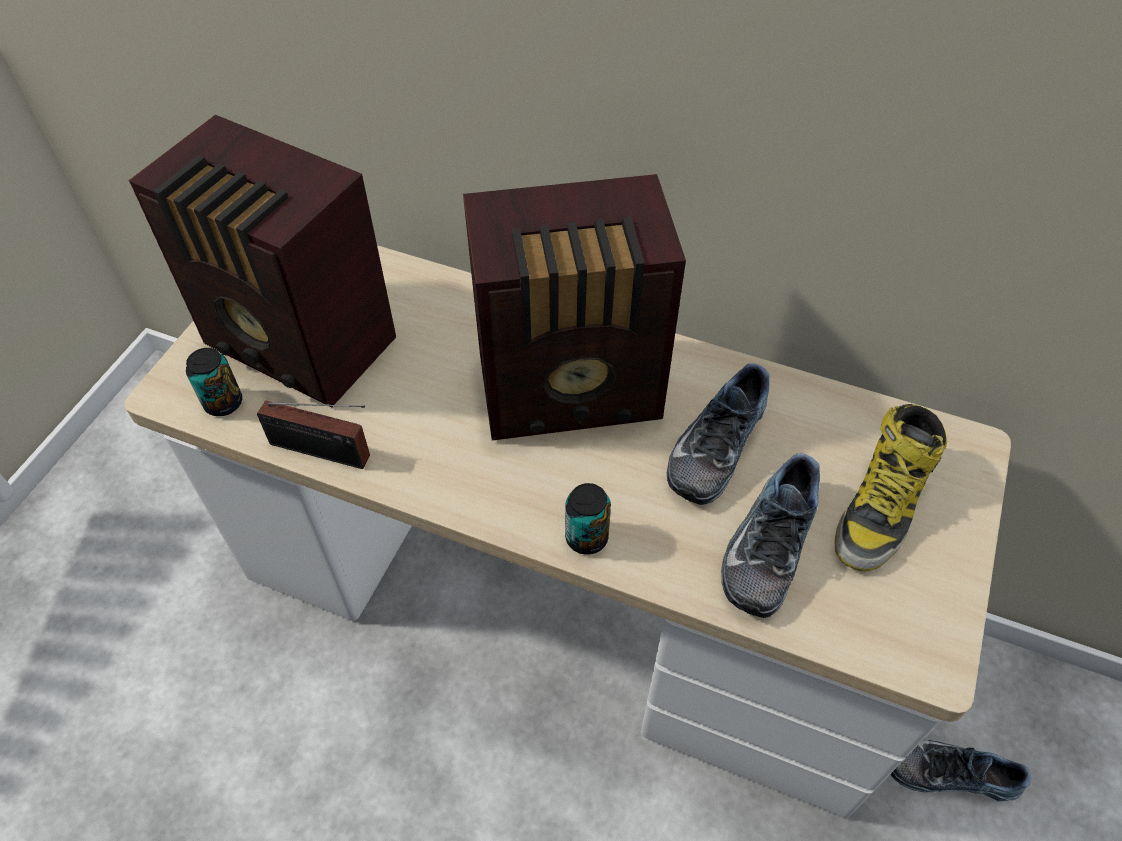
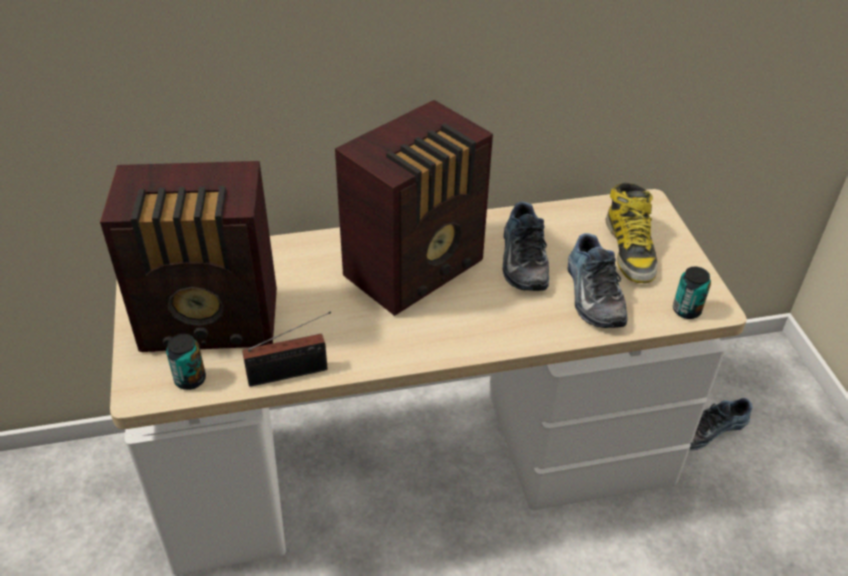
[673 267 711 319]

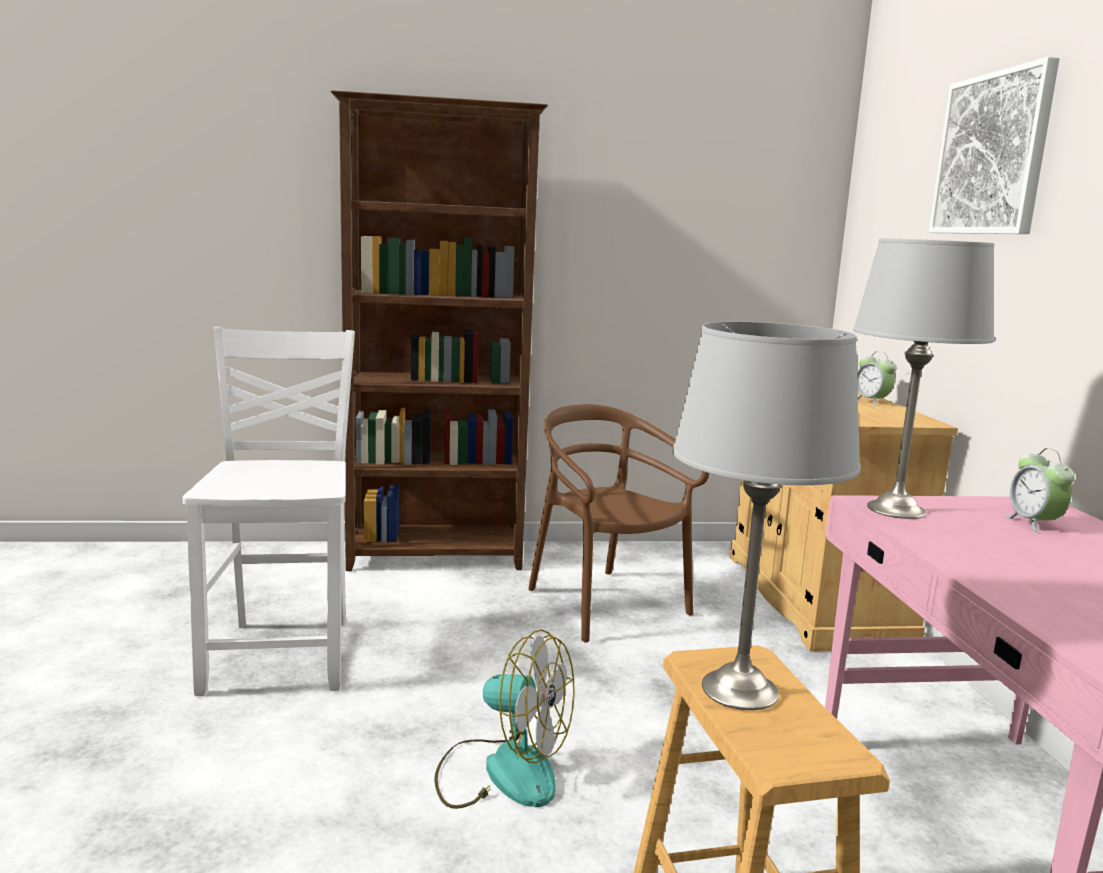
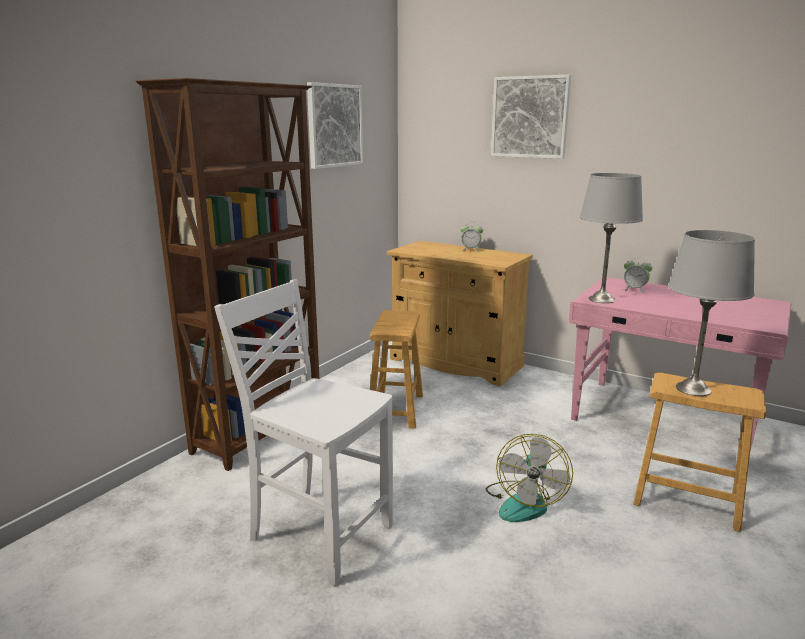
[307 82 363 169]
[370 310 423 429]
[486 434 573 522]

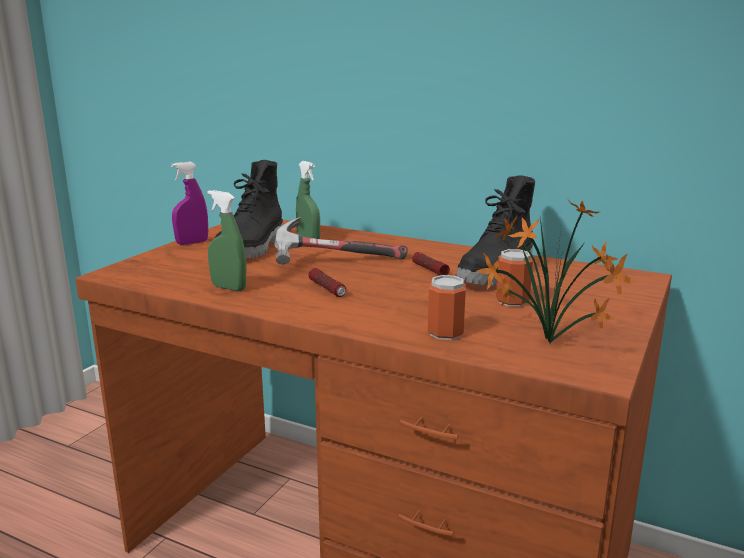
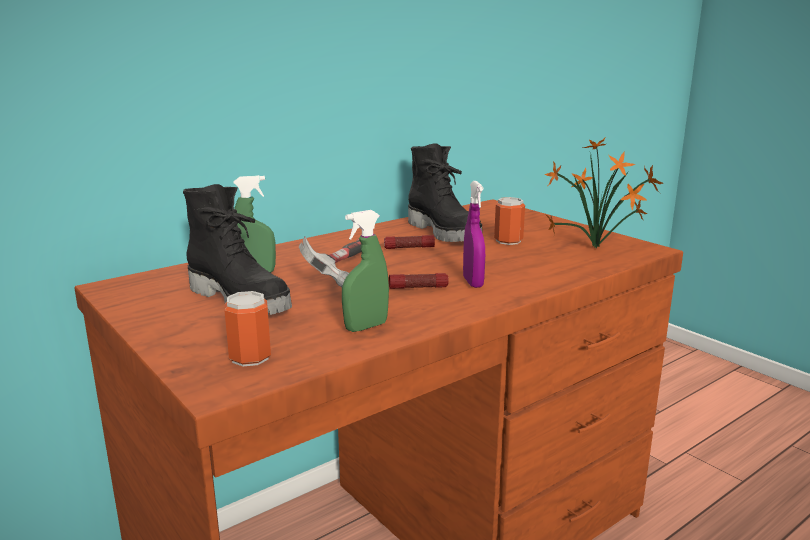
[463 181 485 288]
[224 291 271 366]

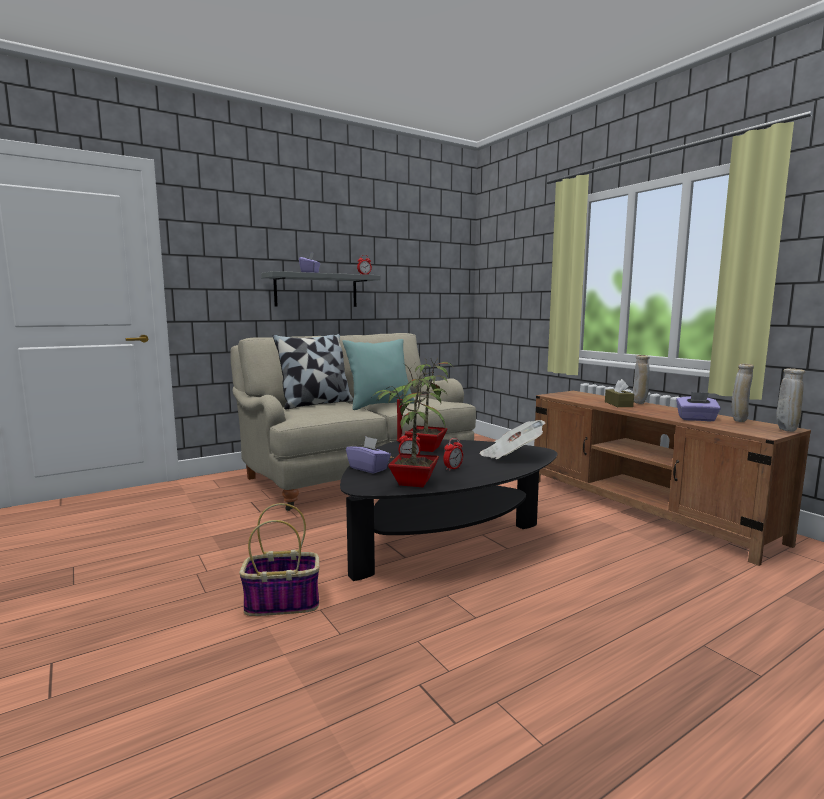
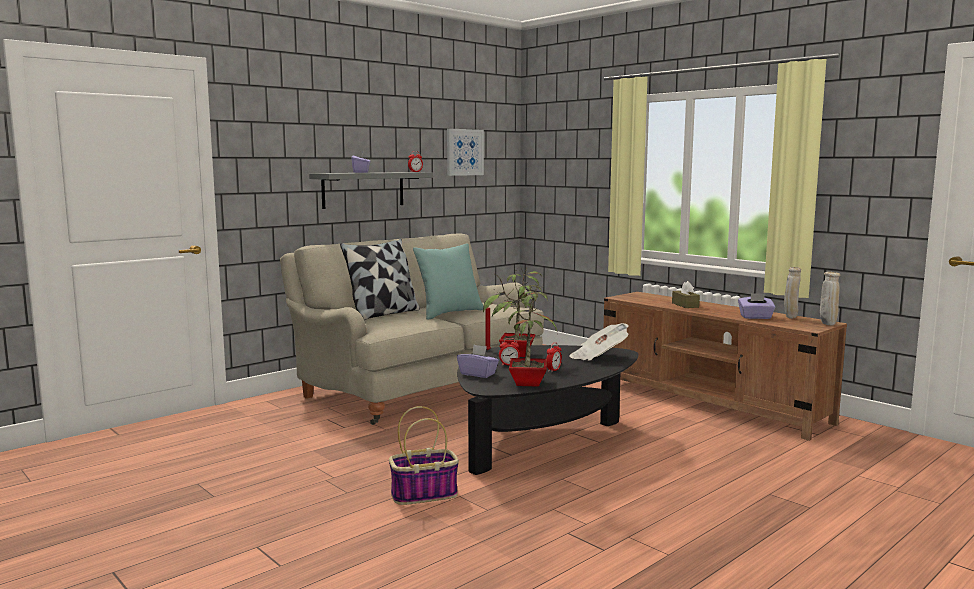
[633 355 650 404] (first image)
[447 129 484 176]

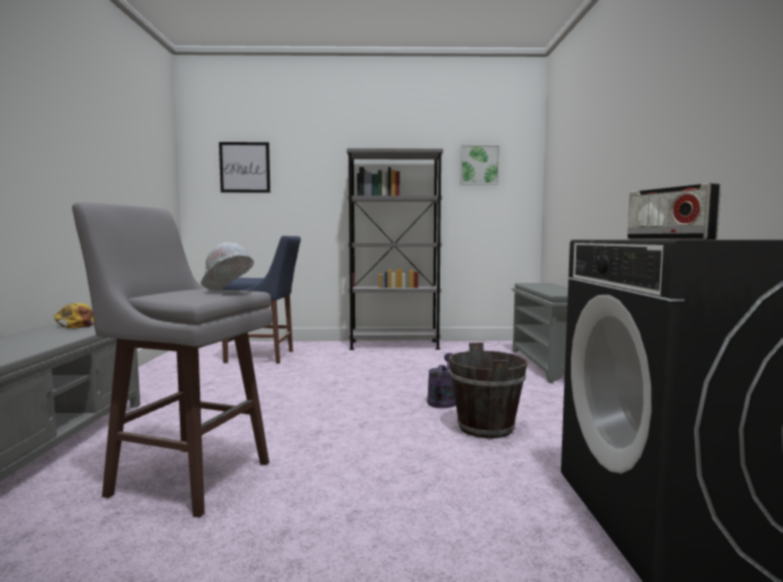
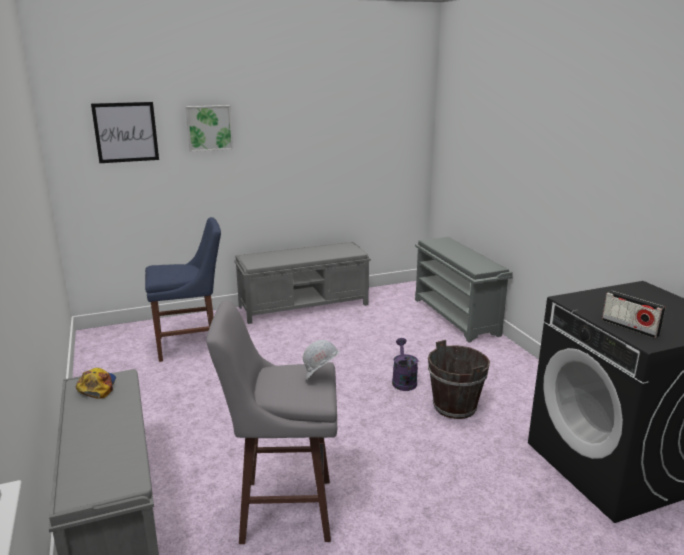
[185 105 233 152]
[234 242 371 324]

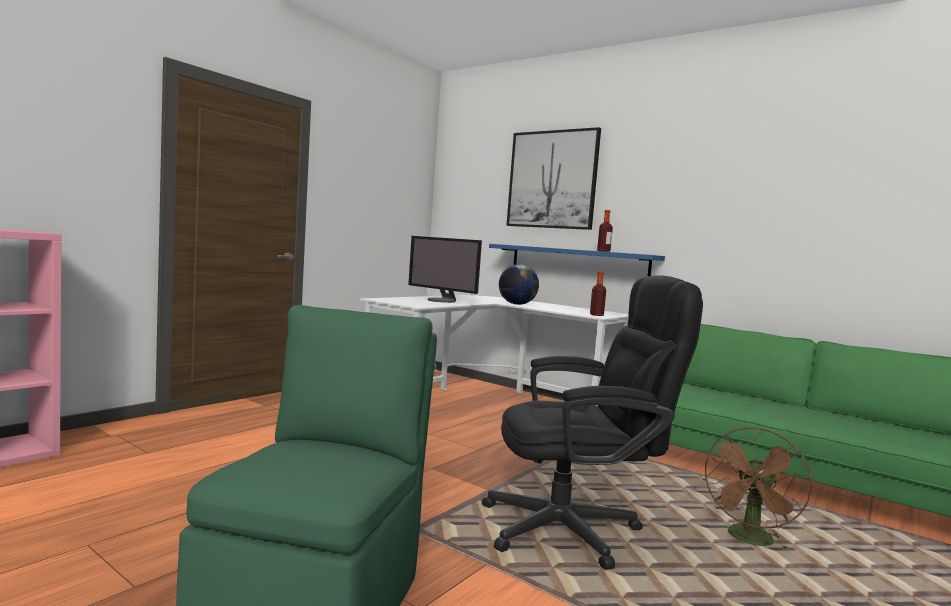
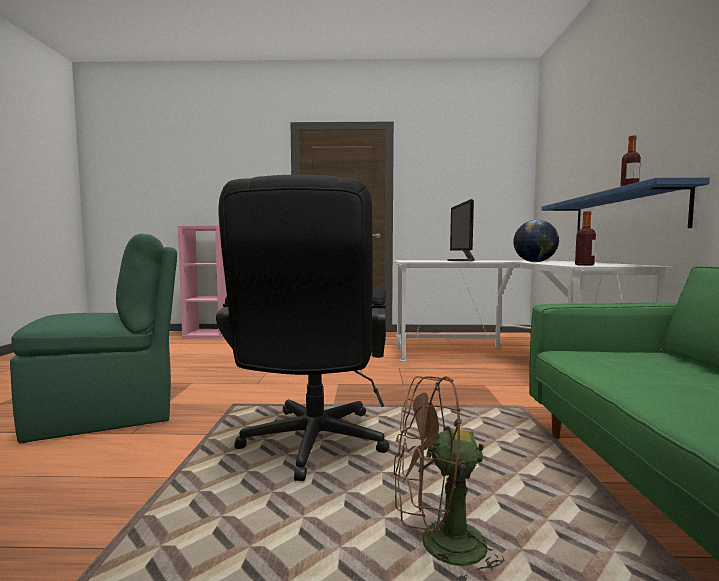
[506 127 601 230] (first image)
[216 175 390 481]

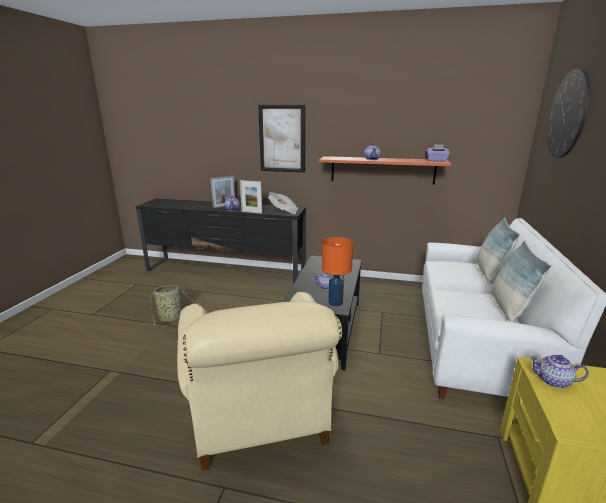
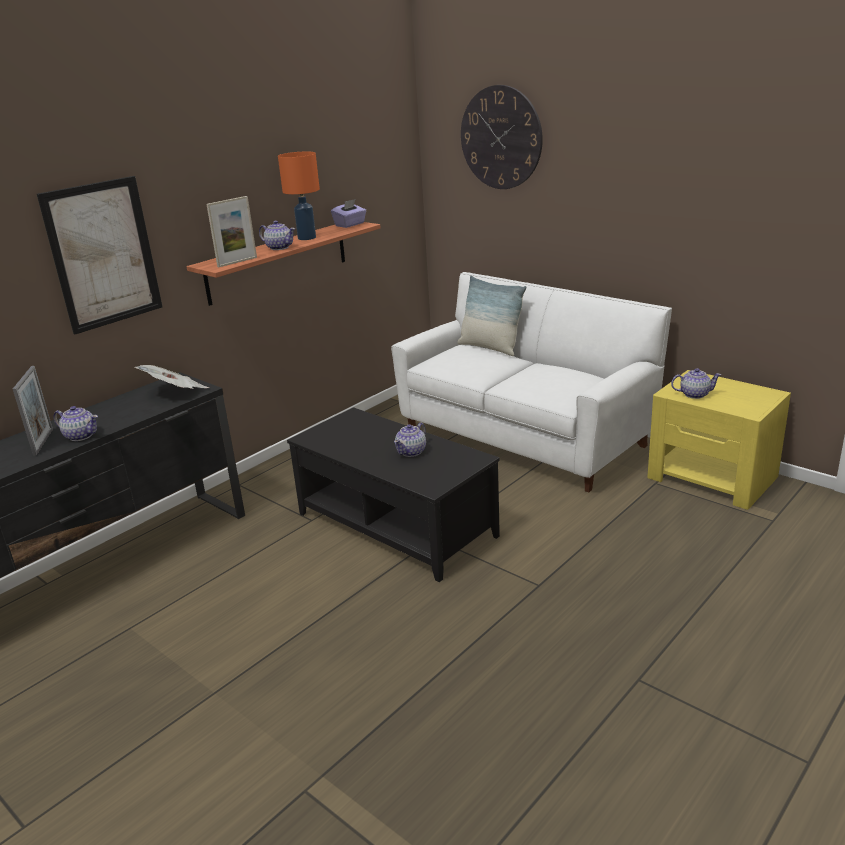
[147 285 201 325] (first image)
[177 292 342 471] (first image)
[490 241 551 322] (first image)
[206 196 257 267]
[278 151 320 240]
[671 368 721 399]

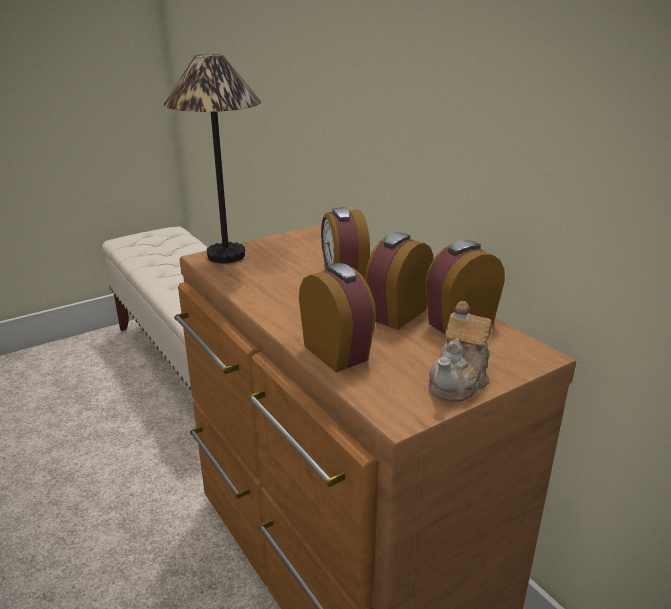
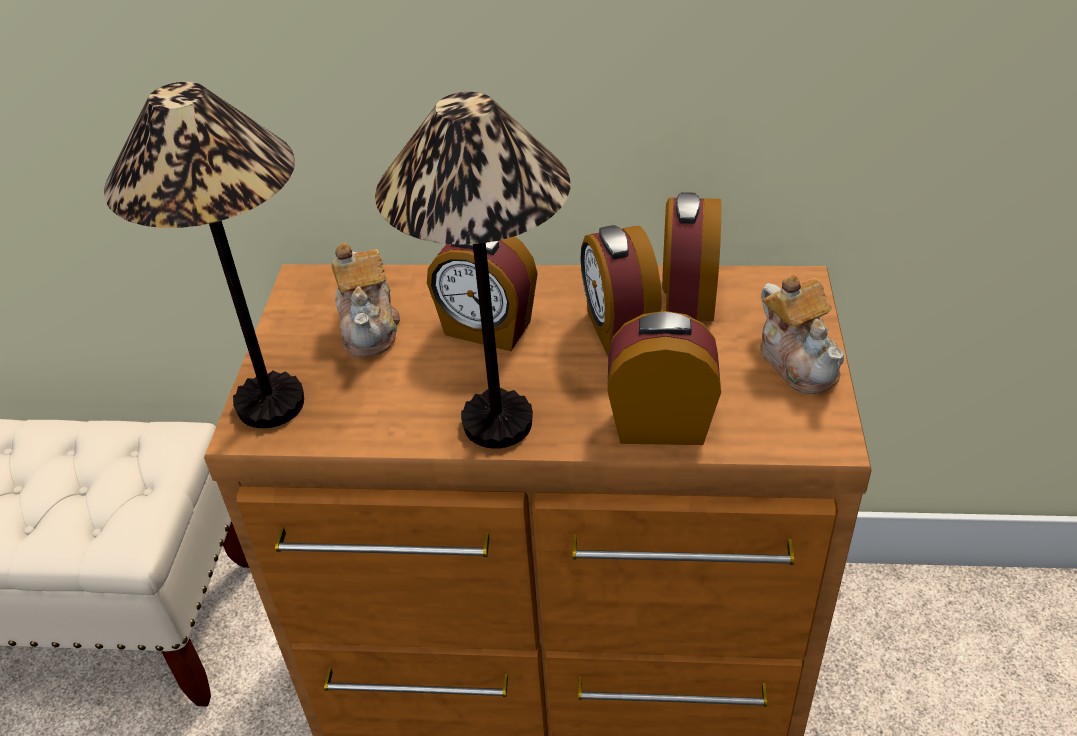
[332 242 400 357]
[375 92 570 449]

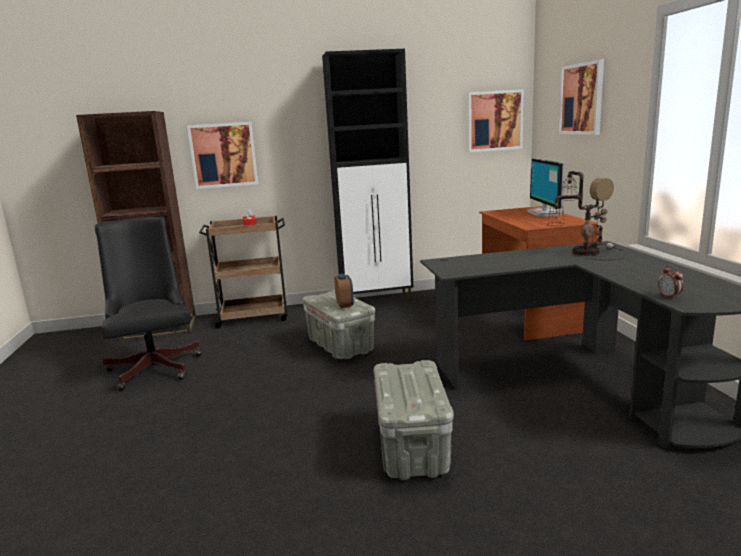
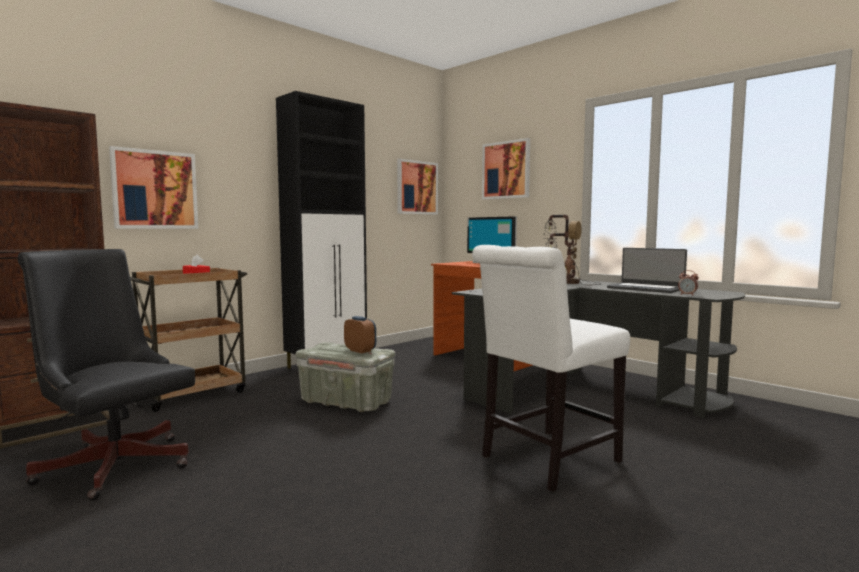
[607 248 687 293]
[472 245 630 492]

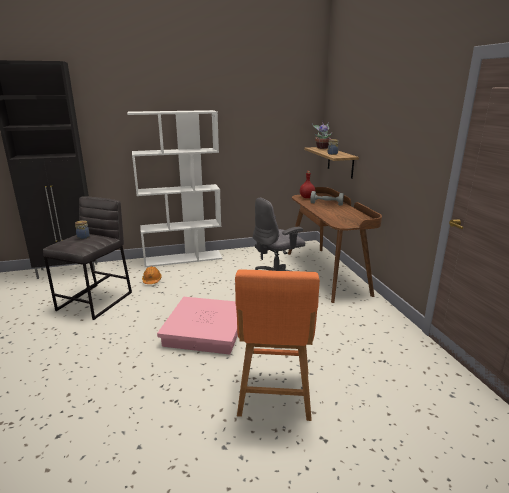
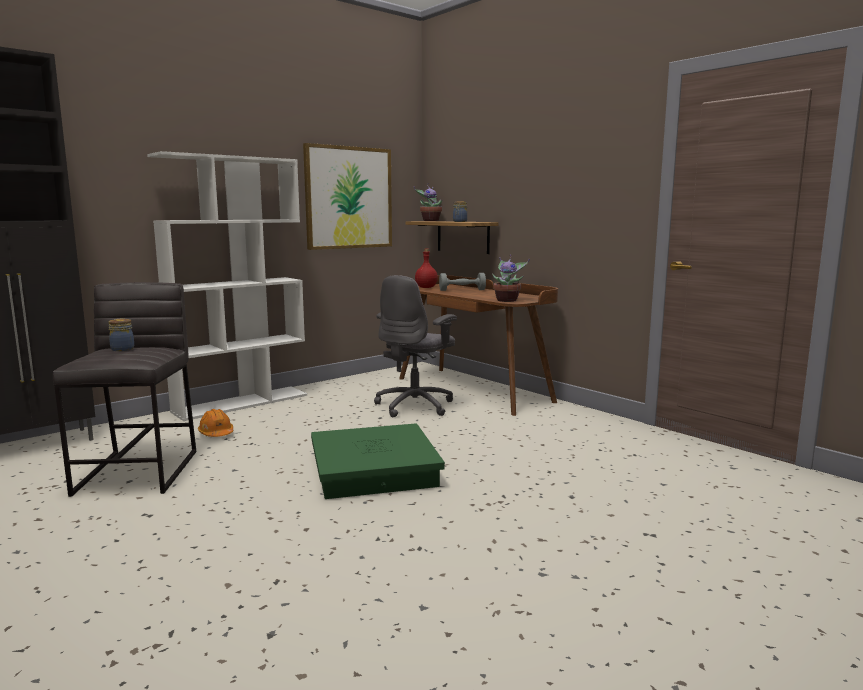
[235 269 320 421] (first image)
[303 143 392 250]
[492 255 530 302]
[311 423 445 499]

